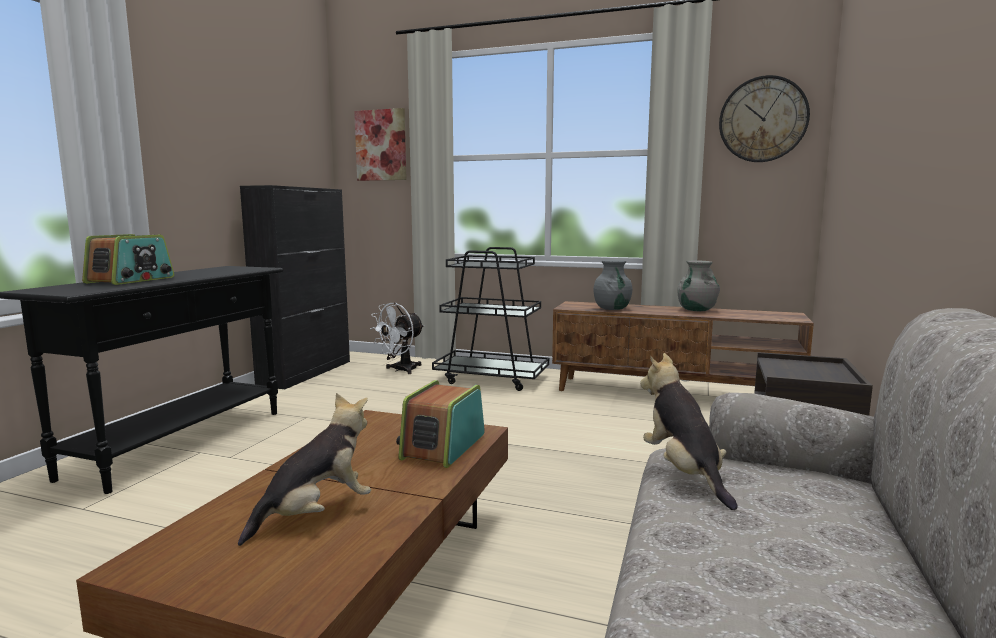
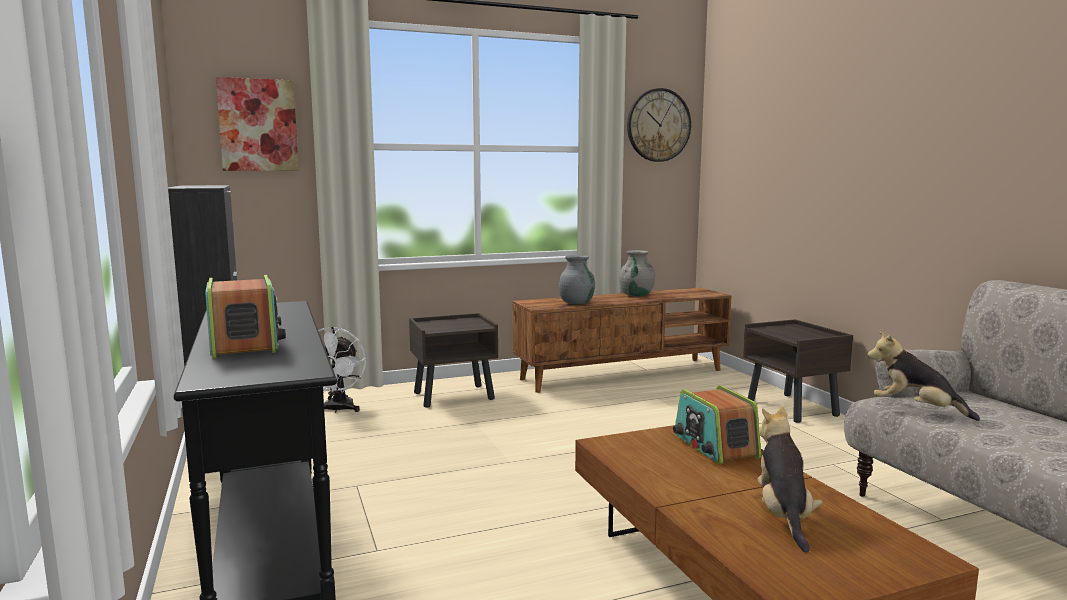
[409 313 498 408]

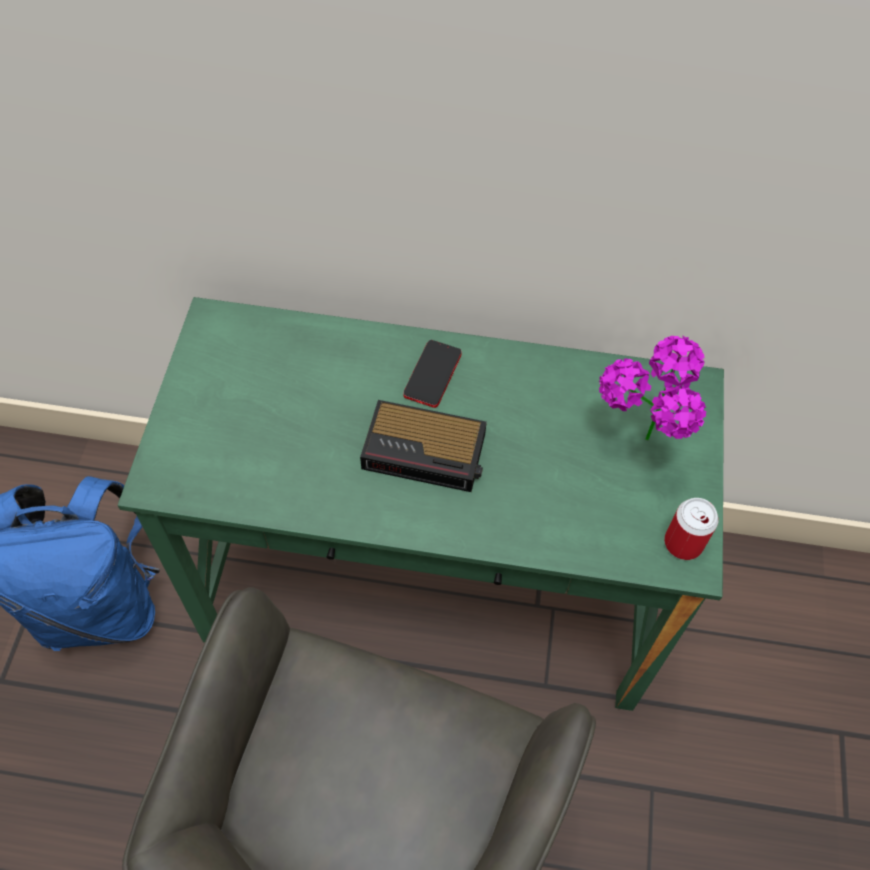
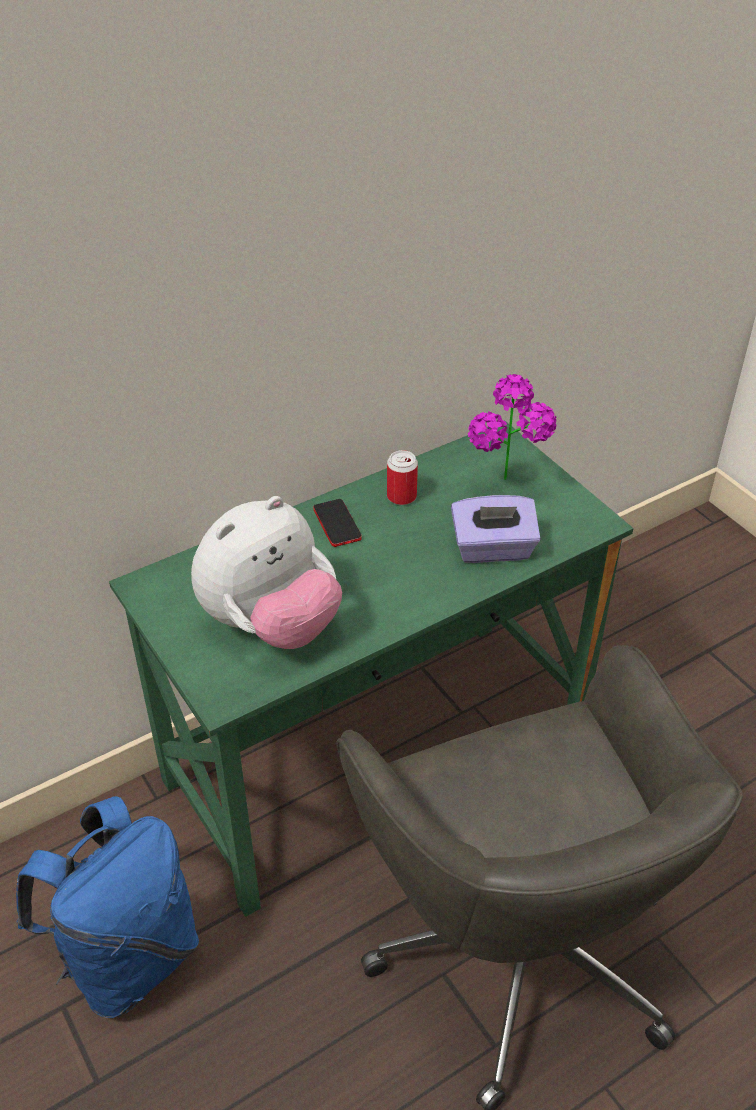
[360 400 487 492] (first image)
[191 496 342 649]
[451 495 541 563]
[387 450 418 505]

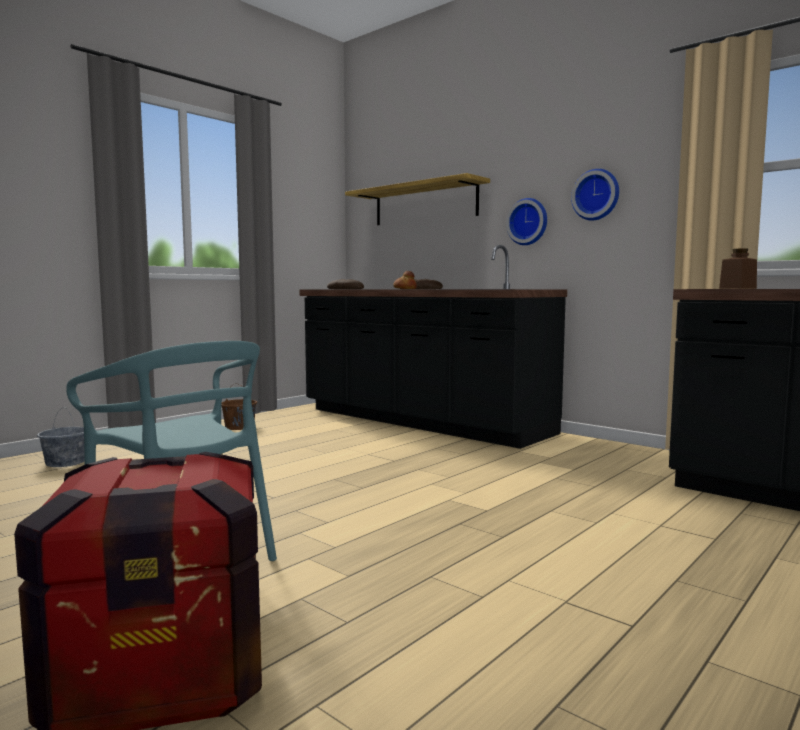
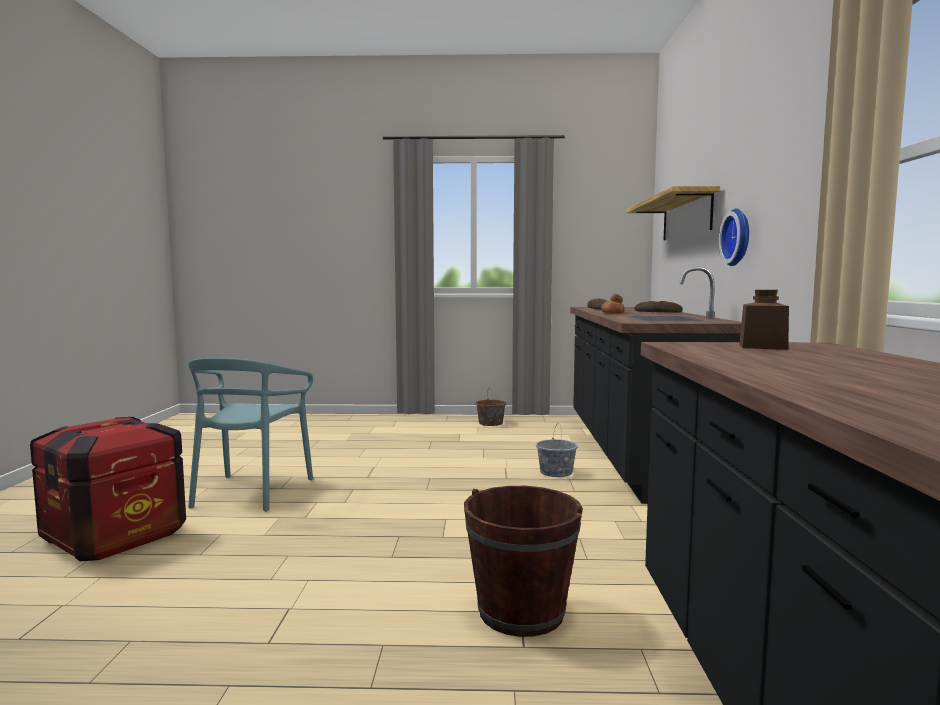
[571 169 619 220] (first image)
[464 486 583 637]
[536 423 578 477]

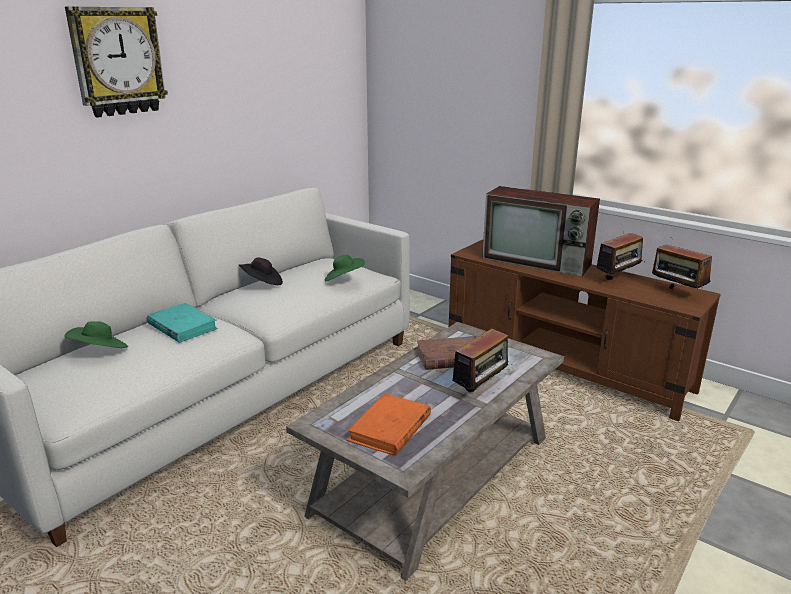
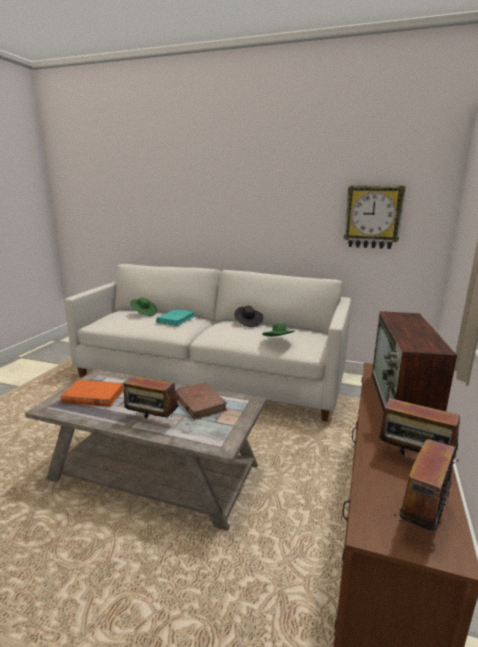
[344 185 406 249]

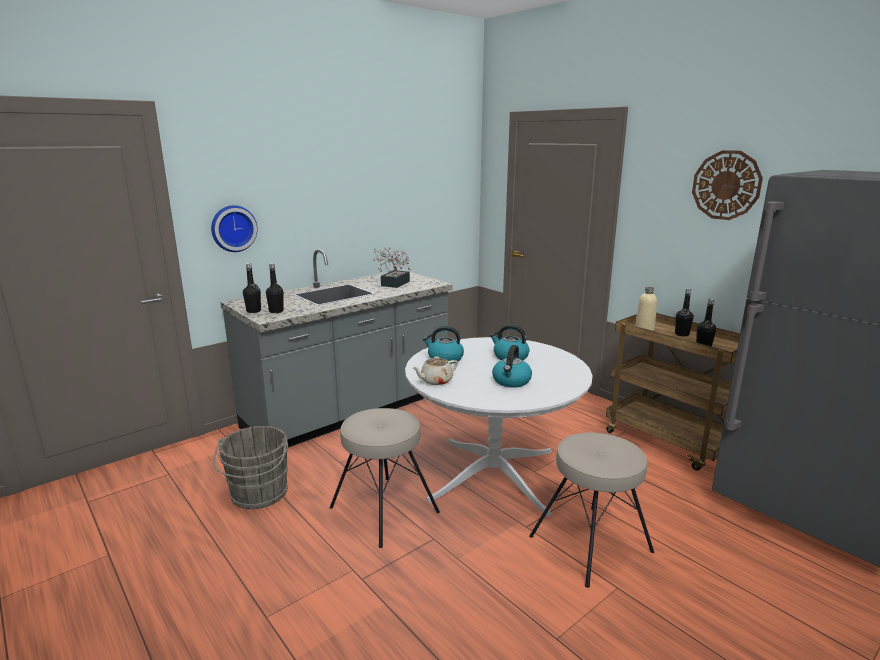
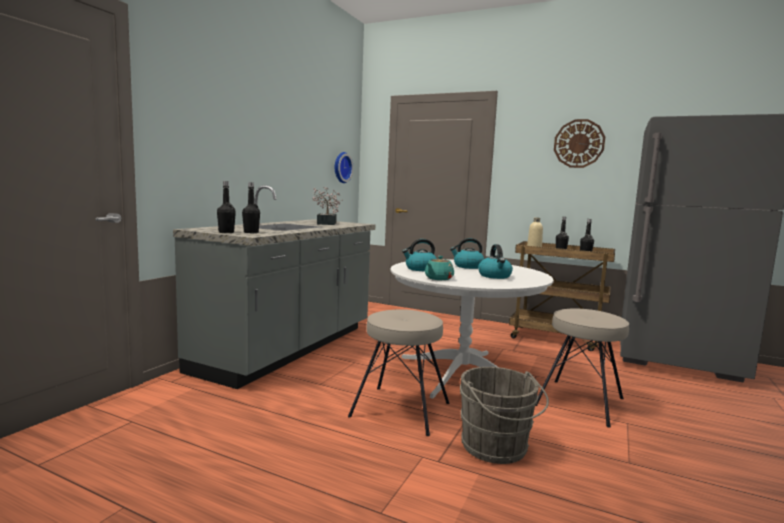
[335 152 353 183]
[460 367 549 464]
[425 256 454 280]

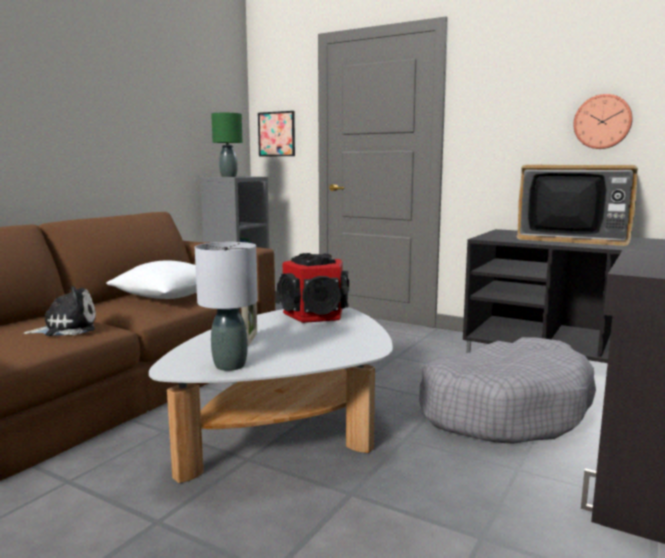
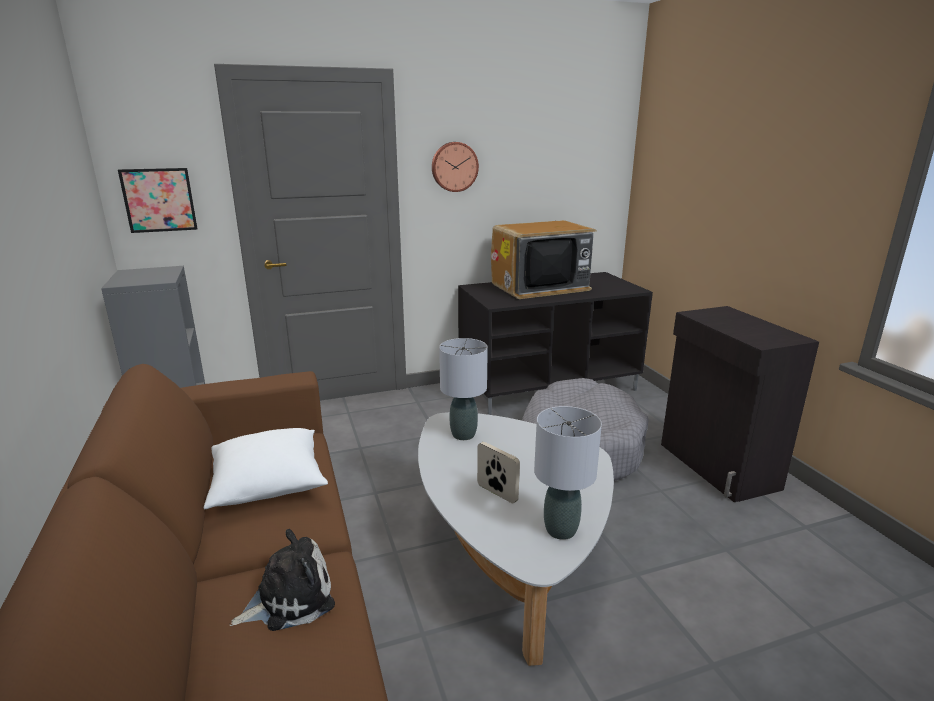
[211 113 242 177] (first image)
[432 142 479 192]
[439 338 488 440]
[230 529 335 631]

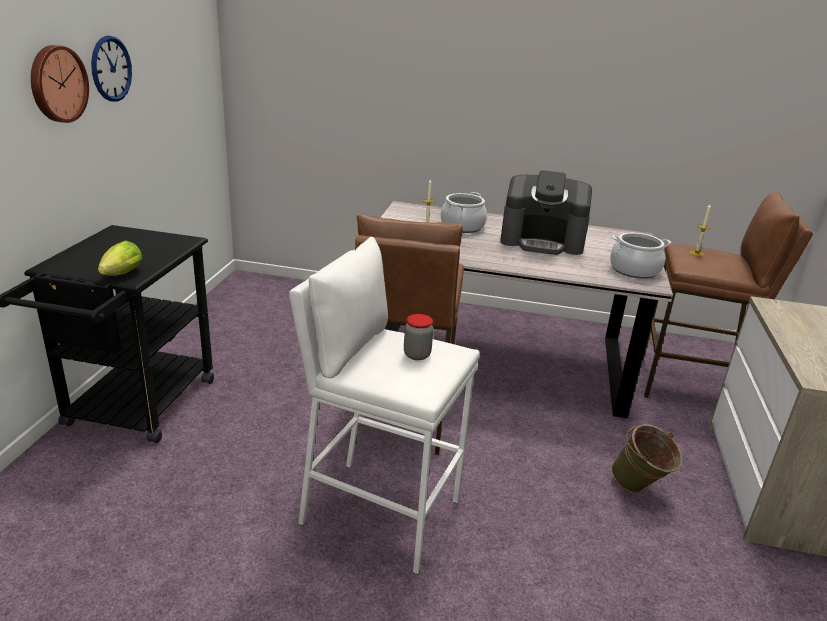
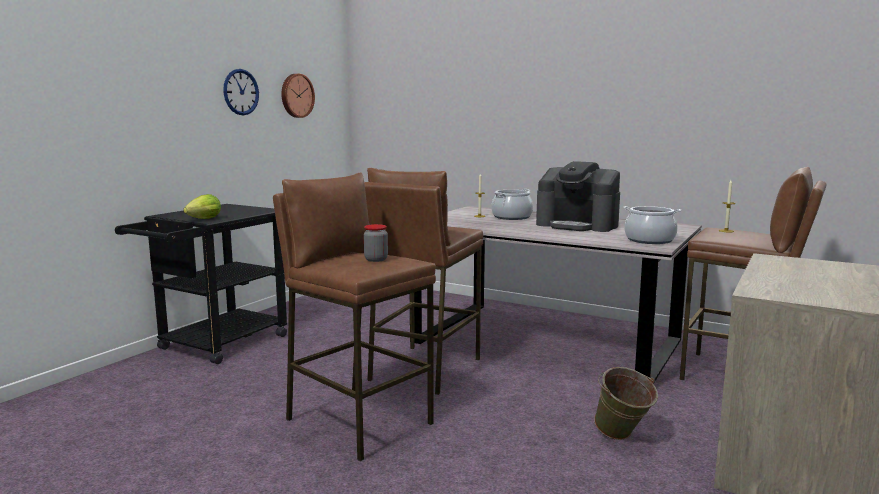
[281 74 315 118]
[273 172 436 461]

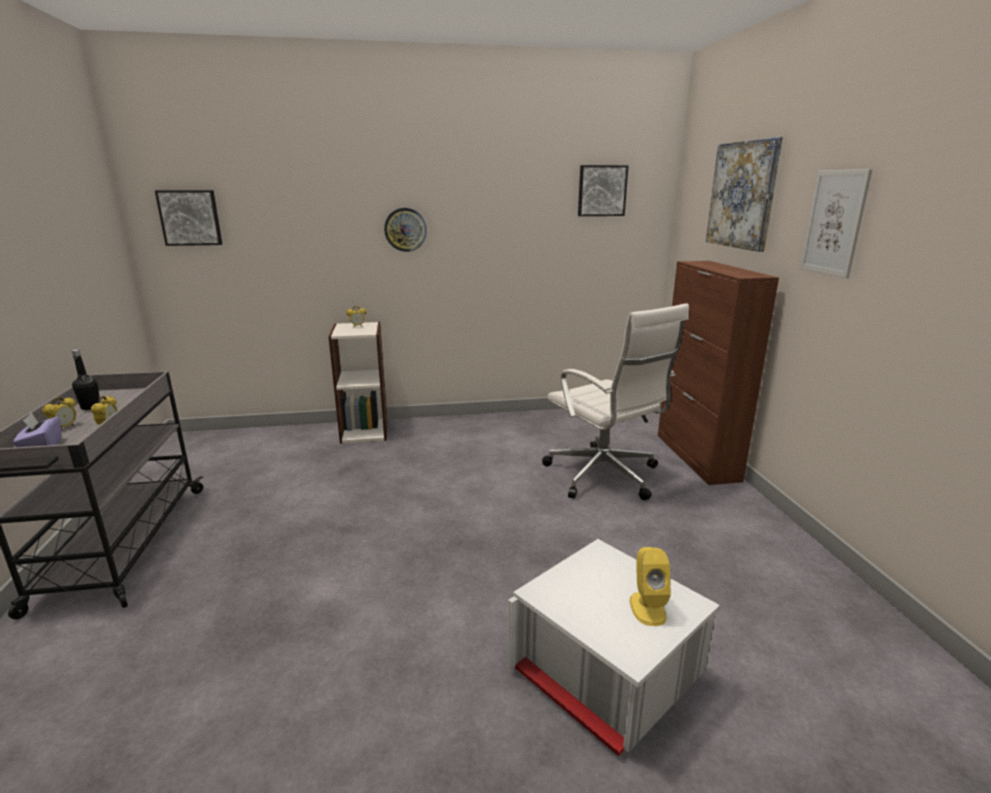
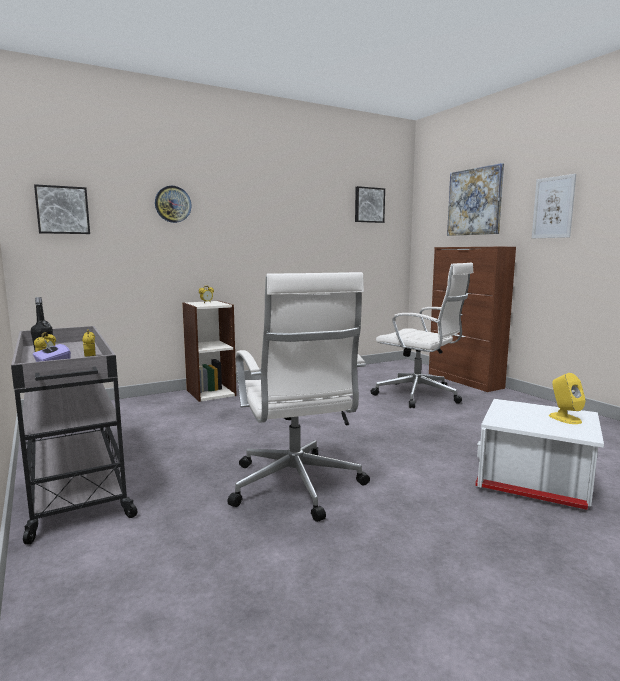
[227 272 370 522]
[155 186 191 223]

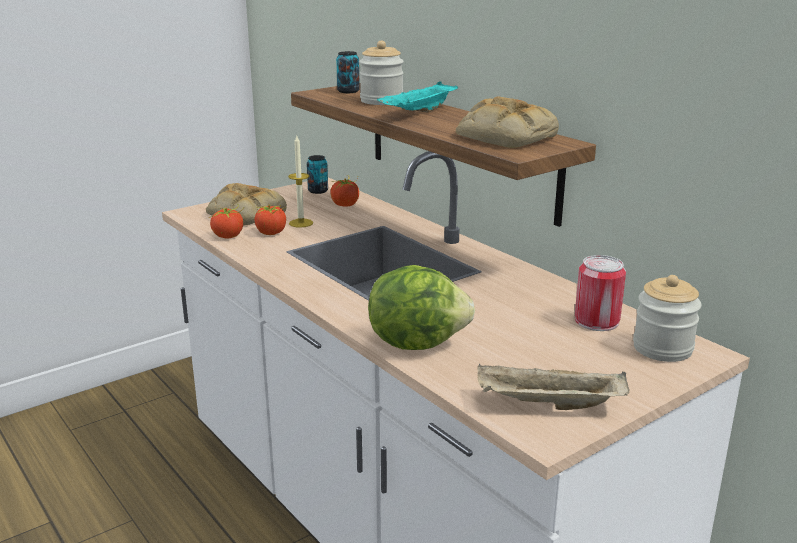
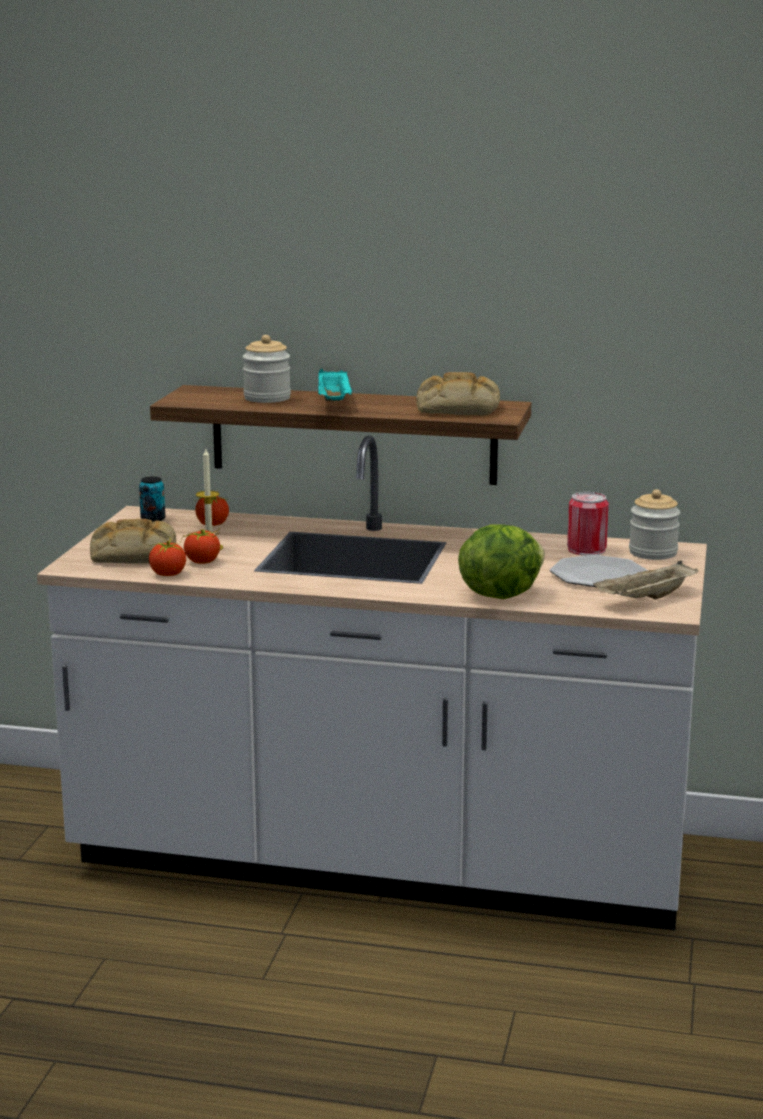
[336 51 360 93] (first image)
[550 555 648 588]

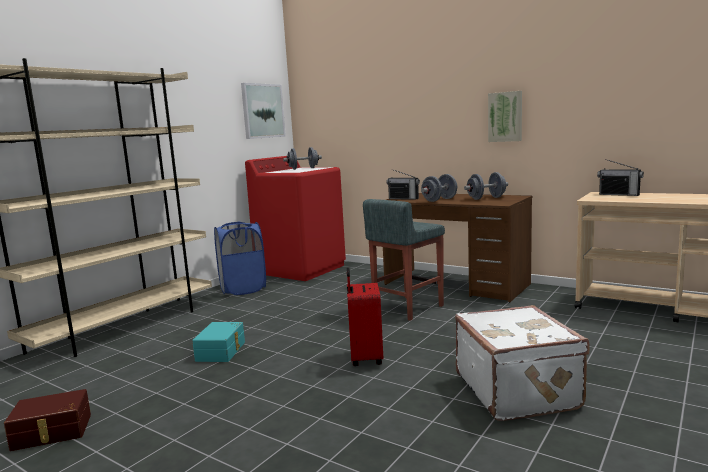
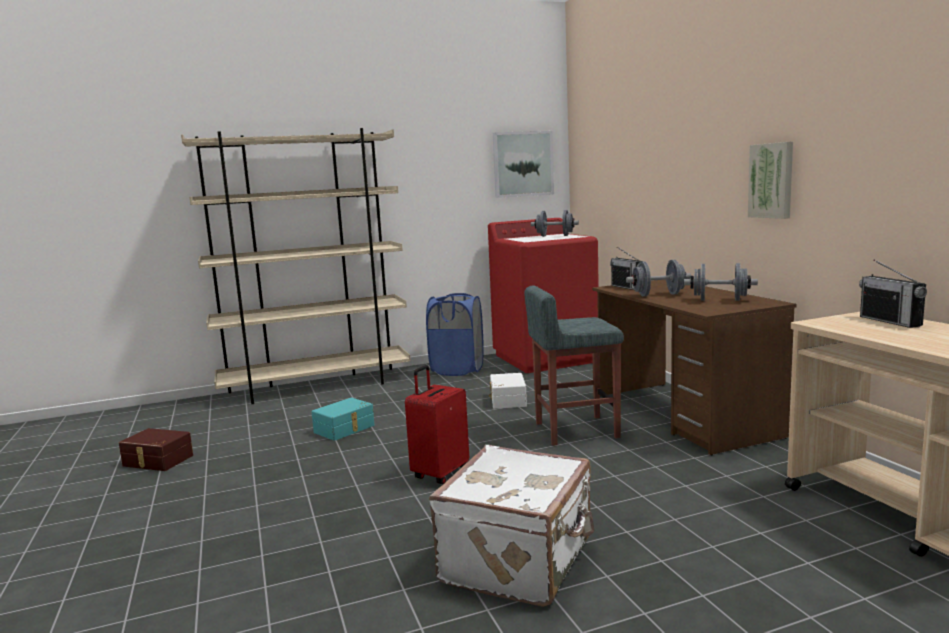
[489 373 527 409]

